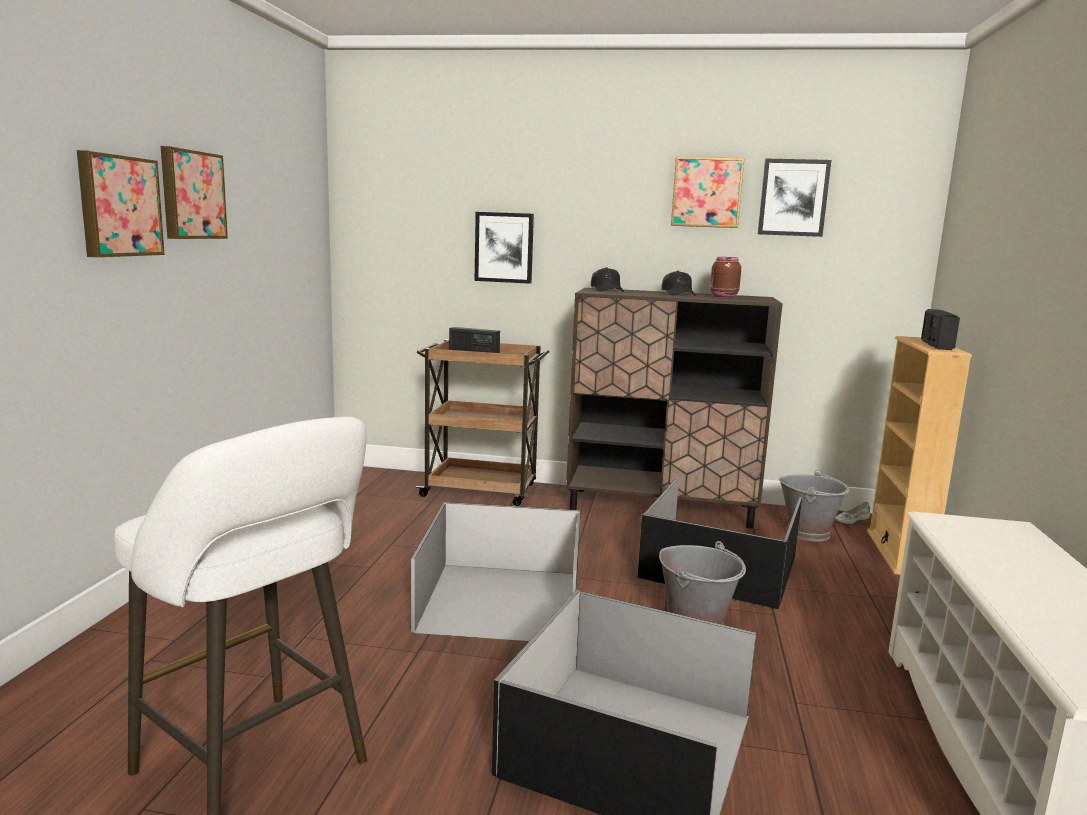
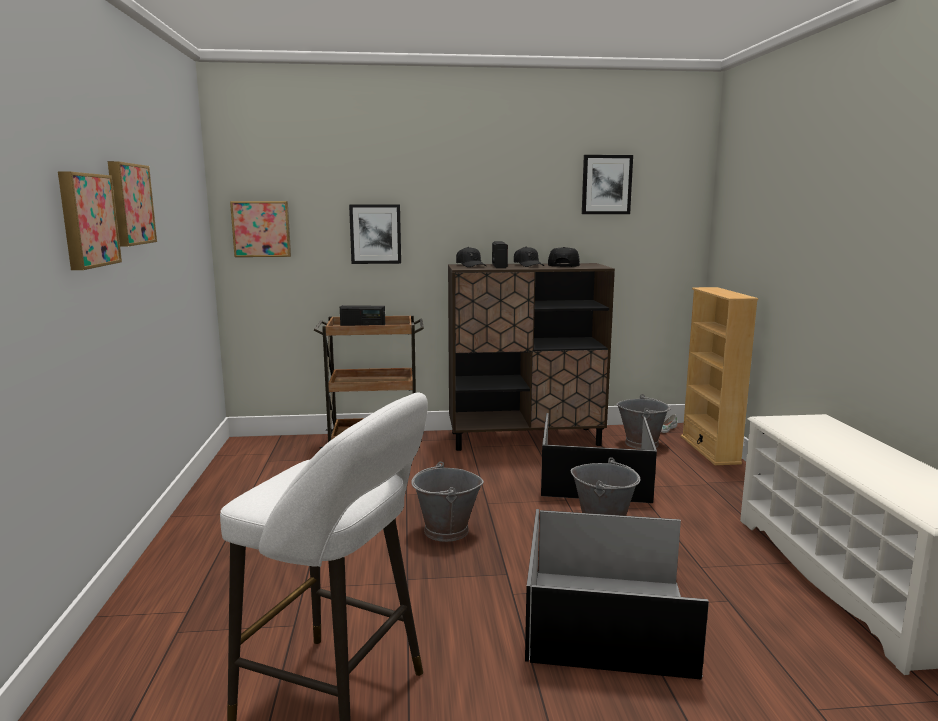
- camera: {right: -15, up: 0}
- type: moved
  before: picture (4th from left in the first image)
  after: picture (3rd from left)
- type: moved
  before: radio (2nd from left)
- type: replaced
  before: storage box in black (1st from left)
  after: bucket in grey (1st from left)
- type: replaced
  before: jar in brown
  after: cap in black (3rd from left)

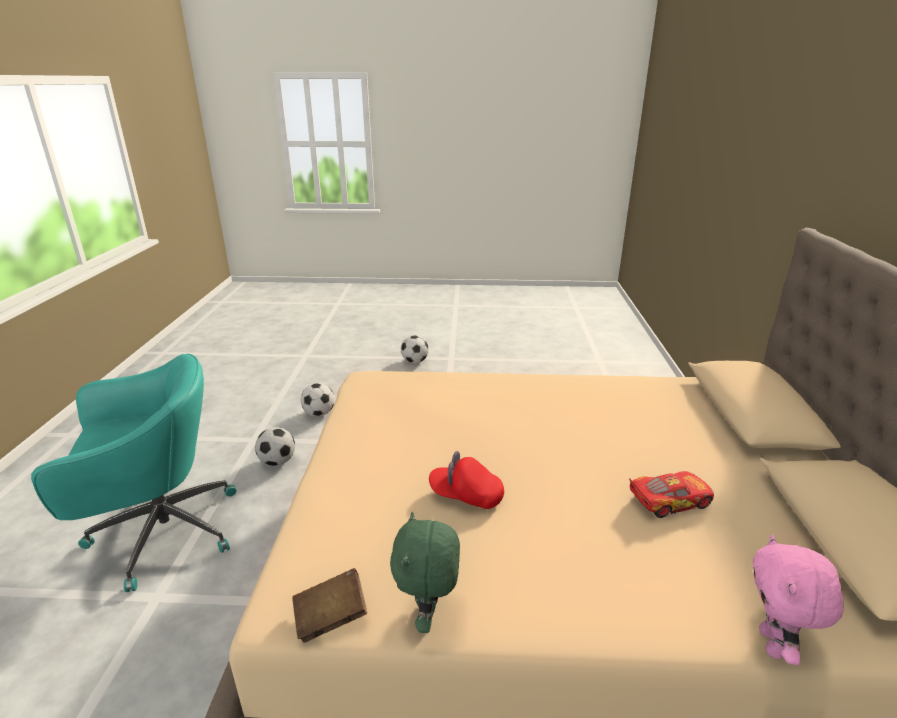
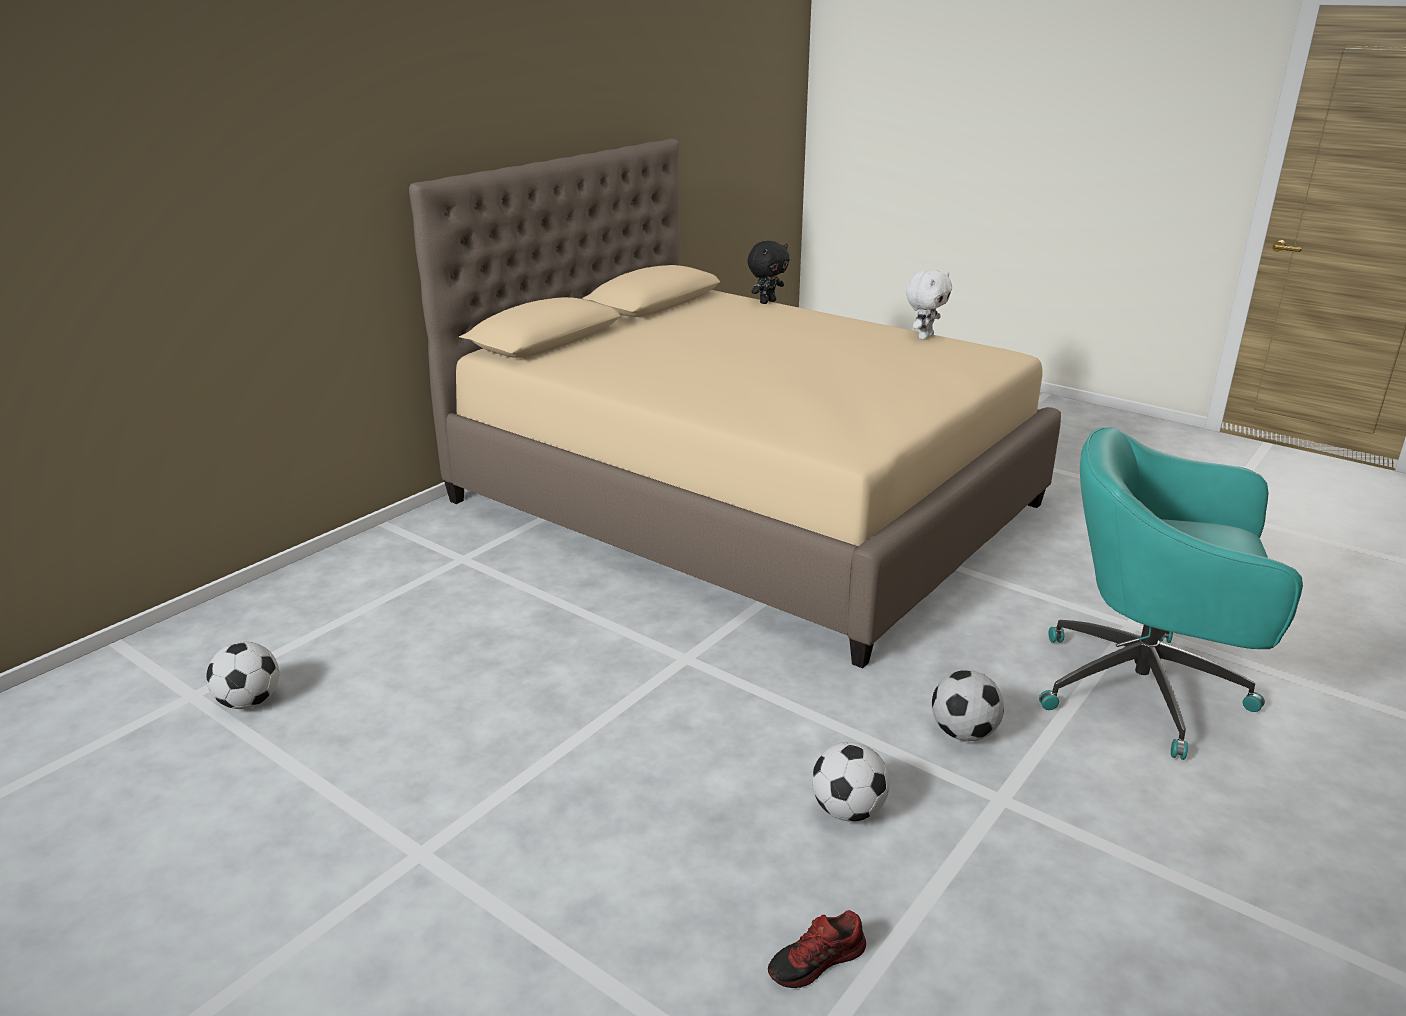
- camera: {right: -145, up: 0}
- type: removed
  before: book in brown
- type: removed
  before: cap in red
- type: removed
  before: toy car
- type: added
  after: shoe
- type: moved
  before: football (3rd from left in the first image)
  after: football (1st from left)
- type: recoloured
  before: plush toy in green
  after: plush toy in white
- type: recoloured
  before: plush toy in pink
  after: plush toy in black

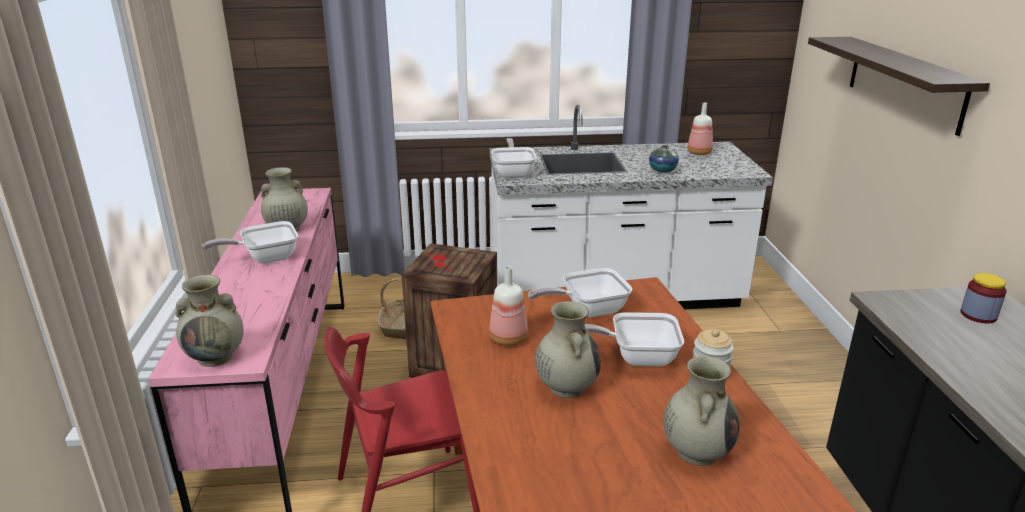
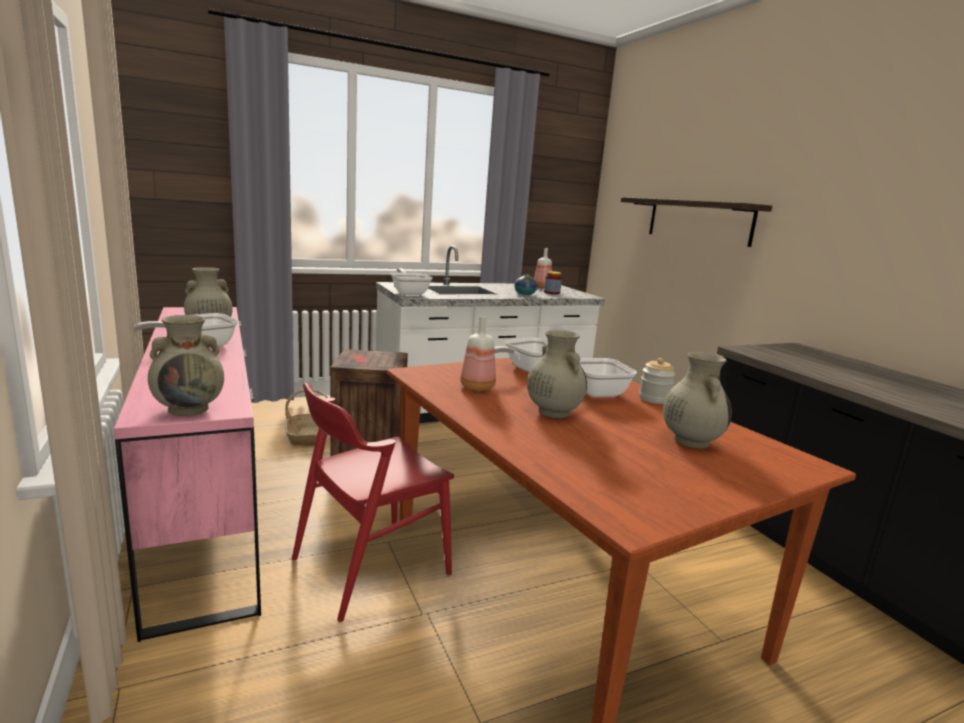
- camera: {right: -20, up: -10}
- type: moved
  before: jar (2nd from left in the first image)
  after: jar (1st from left)

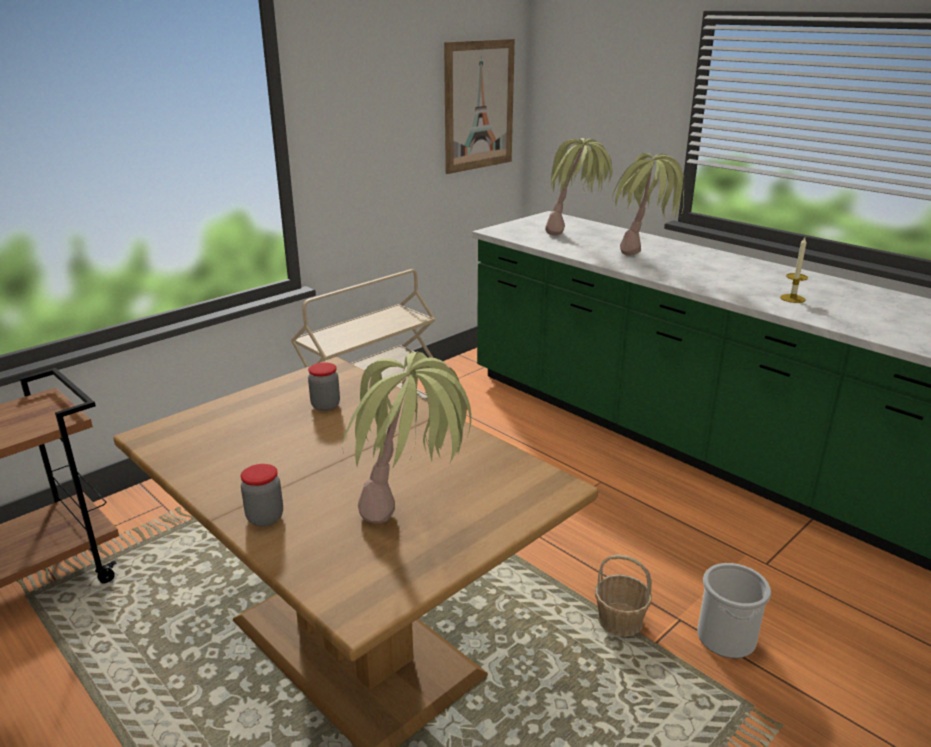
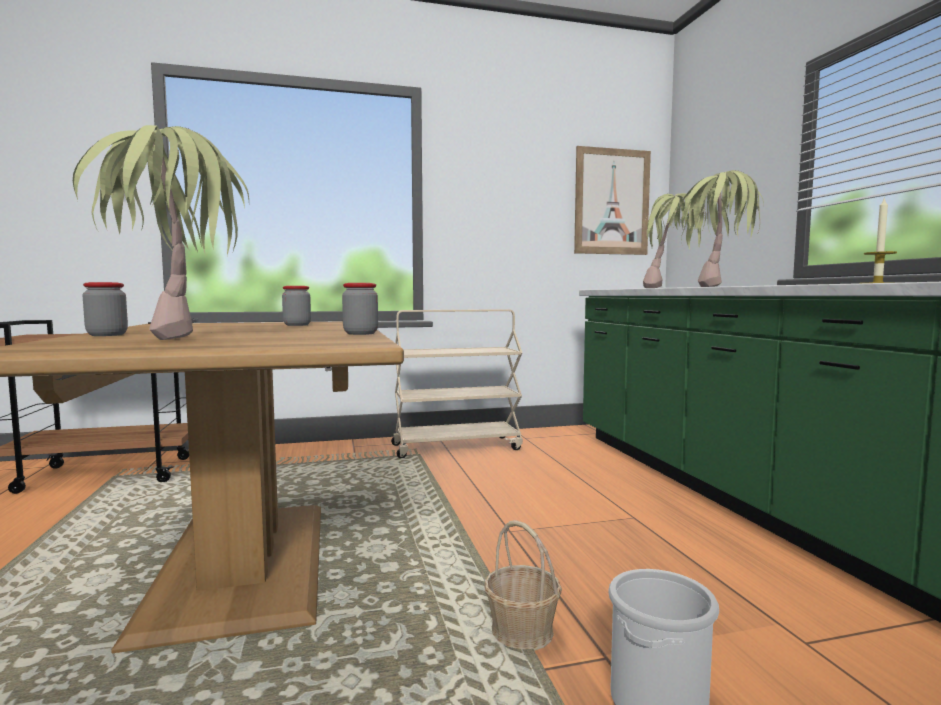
- camera: {right: 30, up: -20}
- type: added
  after: jar (3rd from left)

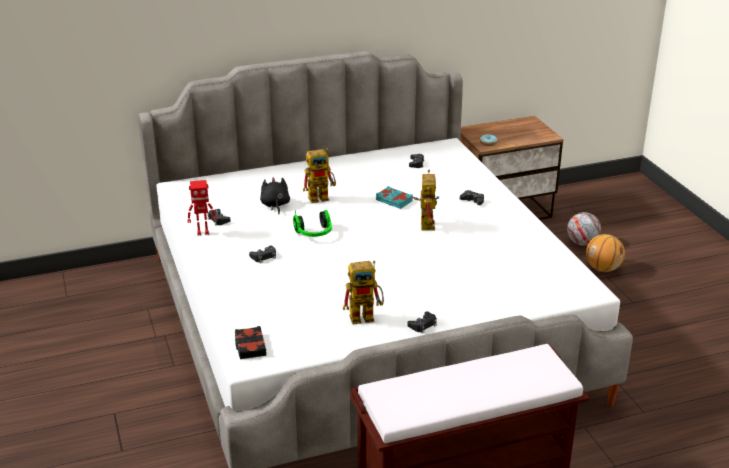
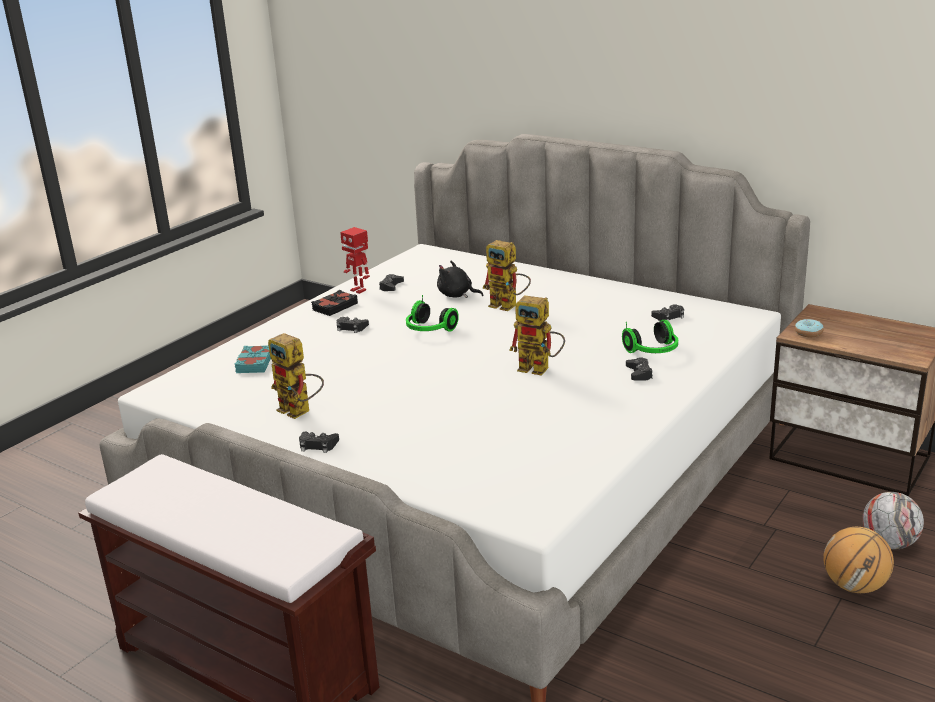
- camera: {right: 55, up: -5}
- type: added
  after: headphones (2nd from left)
- type: moved
  before: book in black
- type: moved
  before: book in turquoise
- type: turned
  before: plush toy in black
  turn: -105
- type: turned
  before: toy robot (4th from left)
  turn: 60

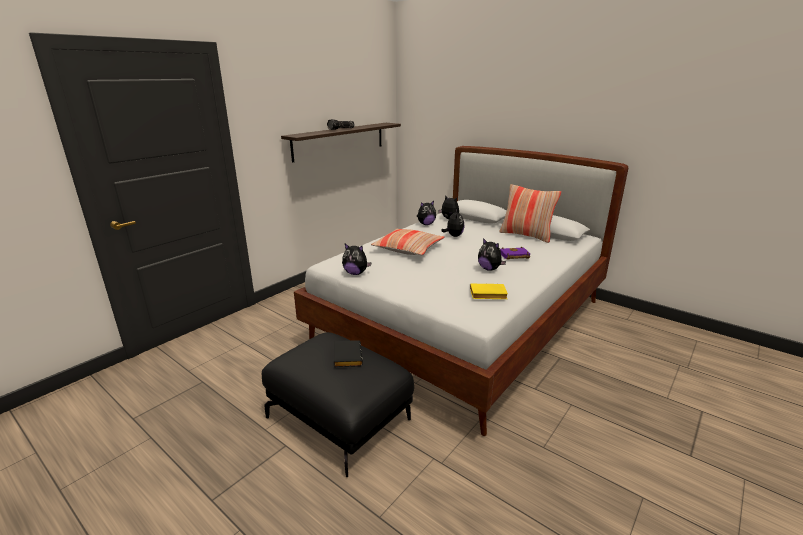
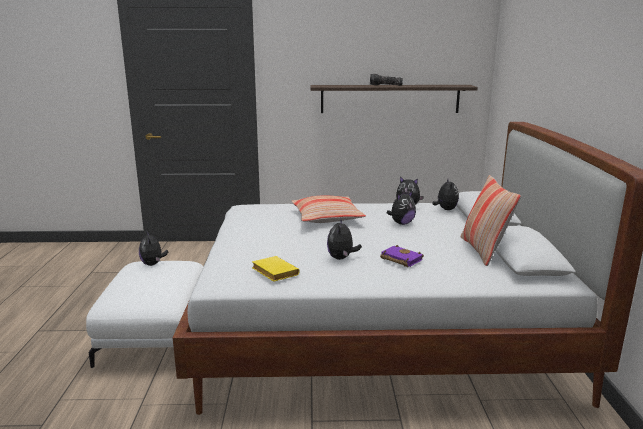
- camera: {right: 50, up: -5}
- type: removed
  before: book in black
- type: moved
  before: plush toy (1st from left)
- type: recoloured
  before: ottoman in black
  after: ottoman in white

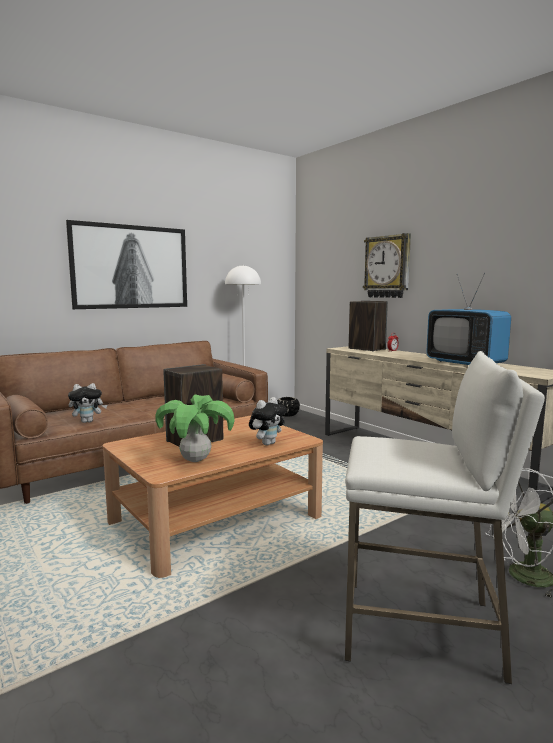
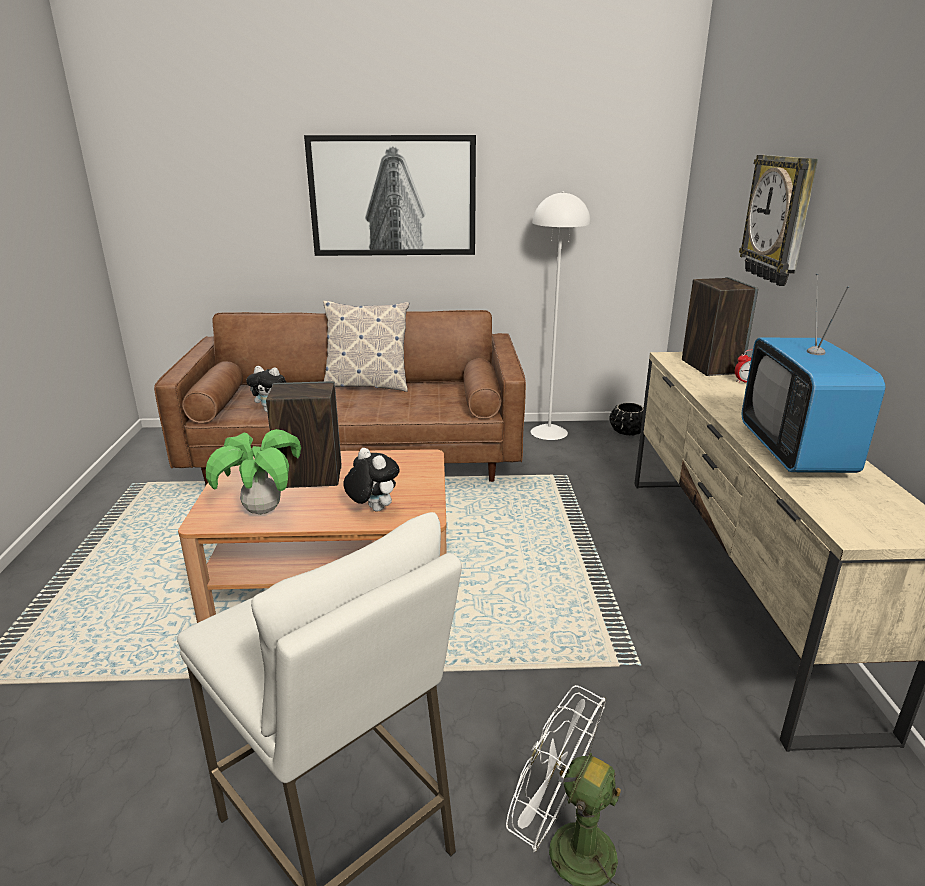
- camera: {right: 35, up: 15}
- type: added
  after: pillow
- type: turned
  before: plush toy (2nd from left)
  turn: -120

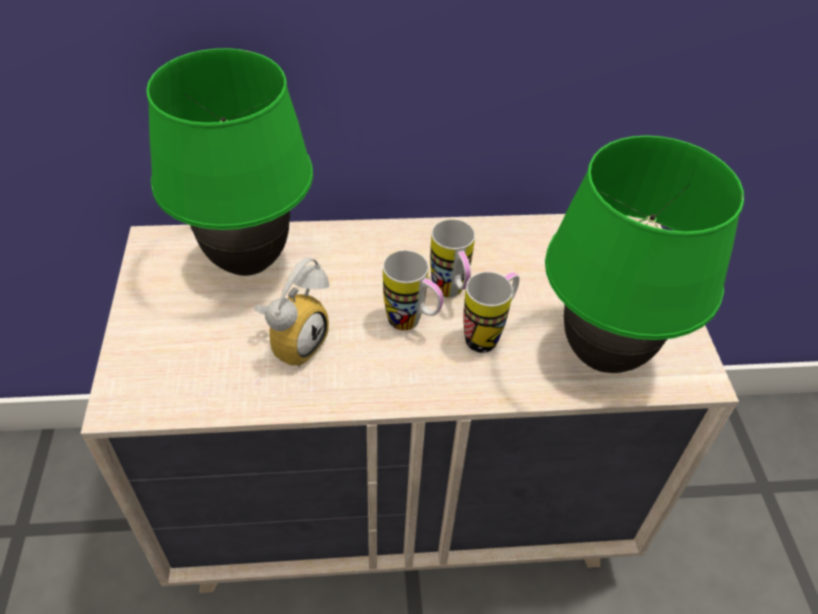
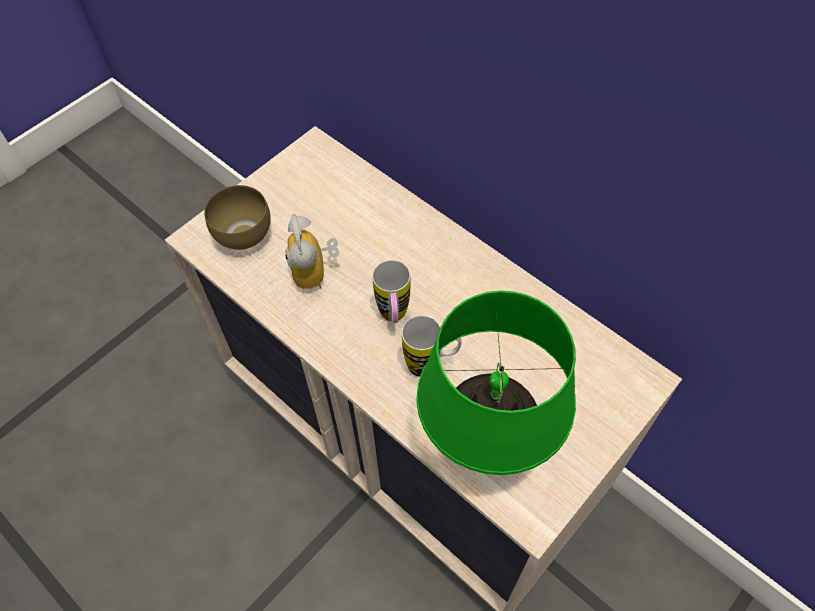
- camera: {right: 50, up: 10}
- type: removed
  before: table lamp in green (1st from left)
- type: removed
  before: mug (2nd from left)
- type: added
  after: bowl in brown
- type: turned
  before: alarm clock
  turn: 90

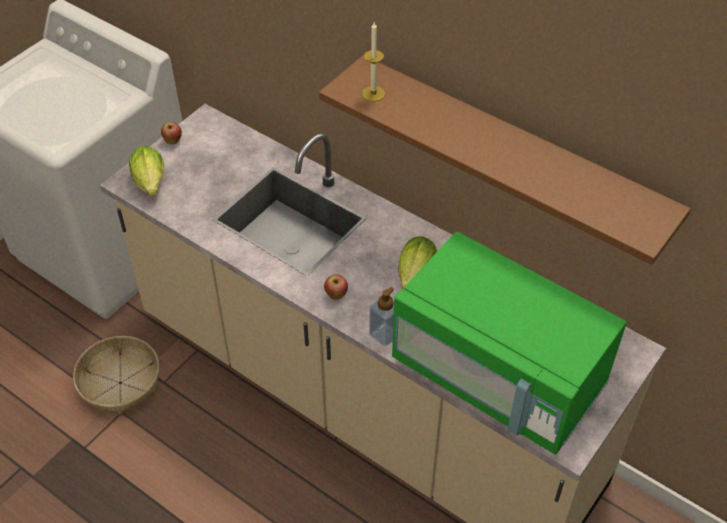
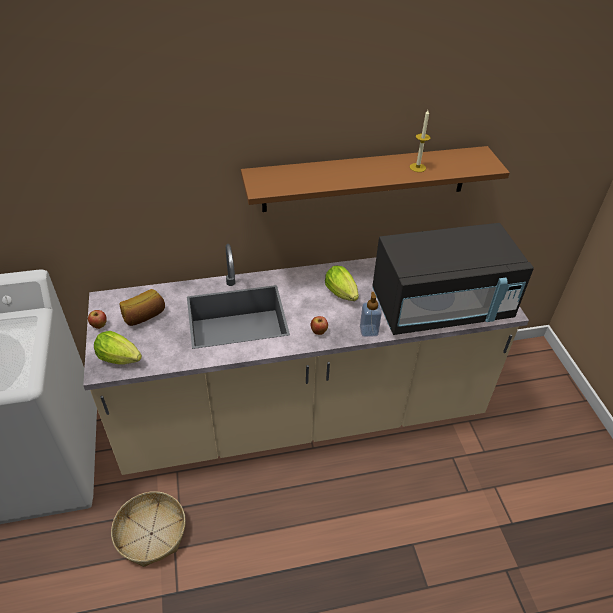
- camera: {right: -50, up: -5}
- type: added
  after: bread
- type: moved
  before: candle
- type: recoloured
  before: microwave in green
  after: microwave in black

